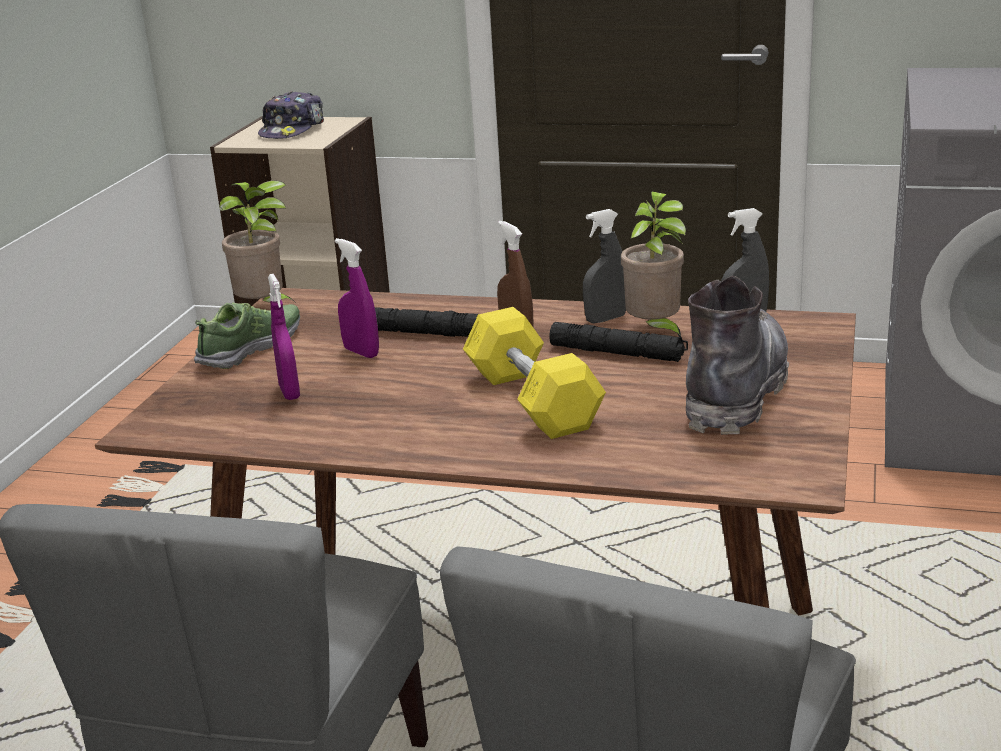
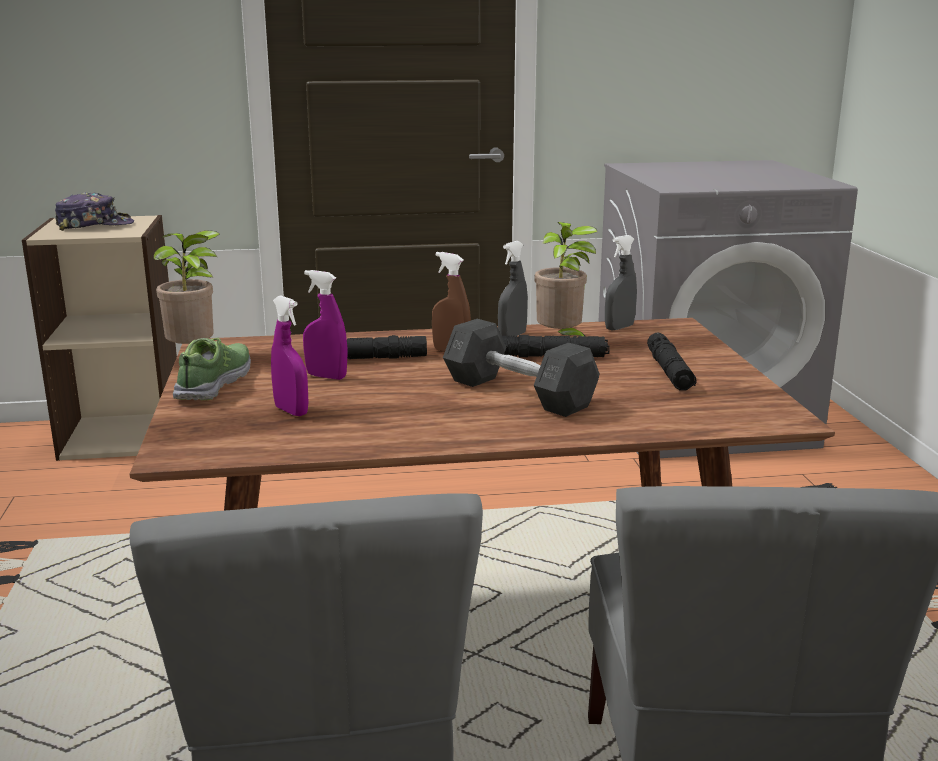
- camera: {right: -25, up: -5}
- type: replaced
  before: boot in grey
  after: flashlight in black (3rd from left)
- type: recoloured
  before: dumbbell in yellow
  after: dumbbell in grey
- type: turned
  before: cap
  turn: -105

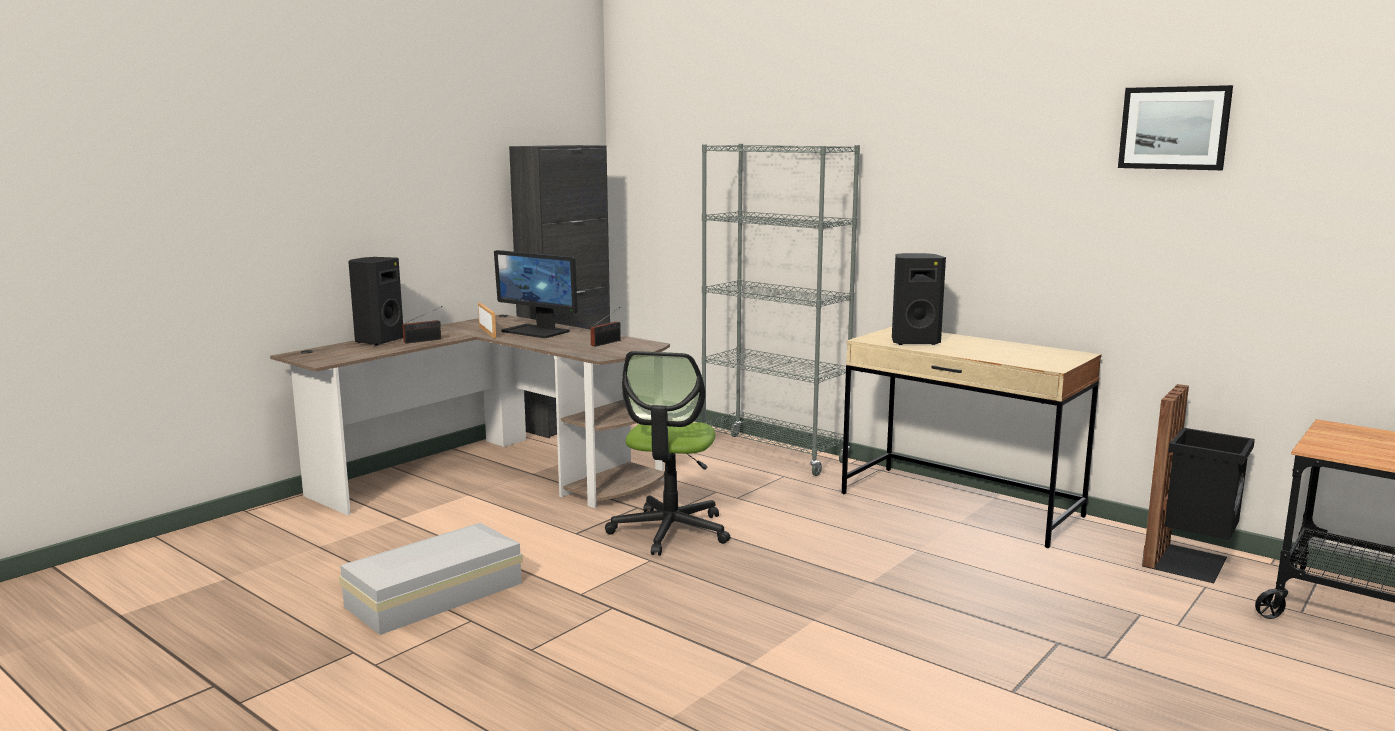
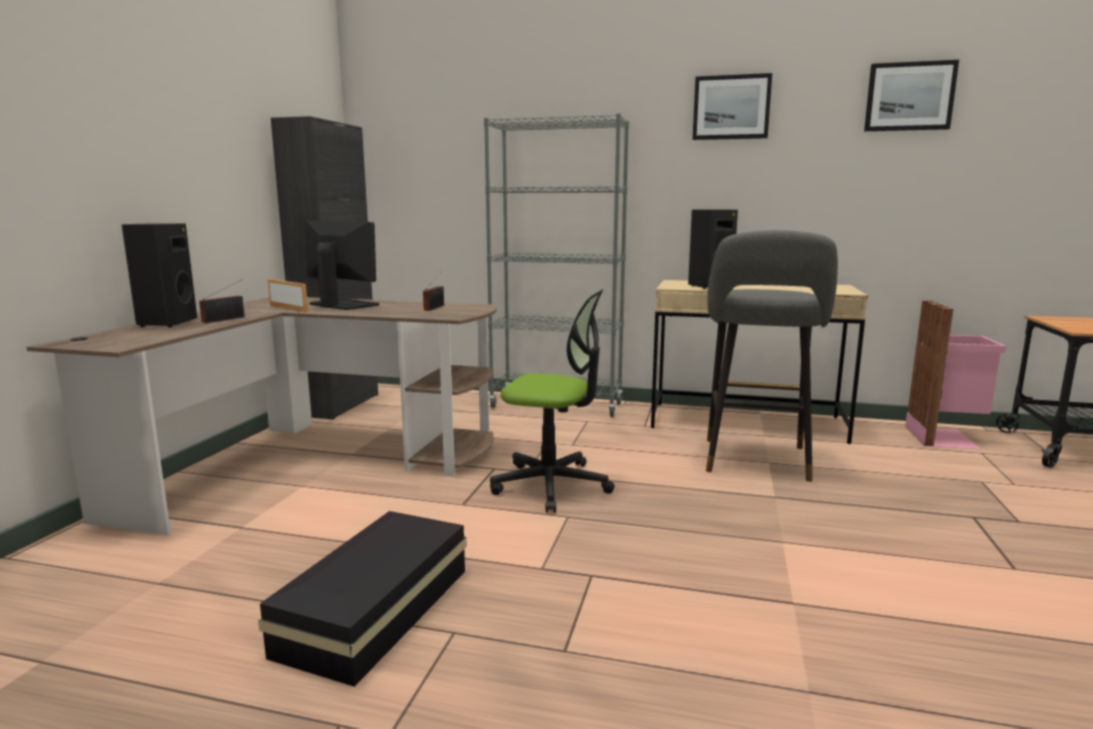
- camera: {right: -25, up: 0}
- type: added
  after: picture (1st from left)
- type: added
  after: stool in grey
- type: recoloured
  before: storage box in white
  after: storage box in black
- type: recoloured
  before: trash can in black
  after: trash can in pink
- type: turned
  before: monitor
  turn: -150
- type: turned
  before: office chair
  turn: -60

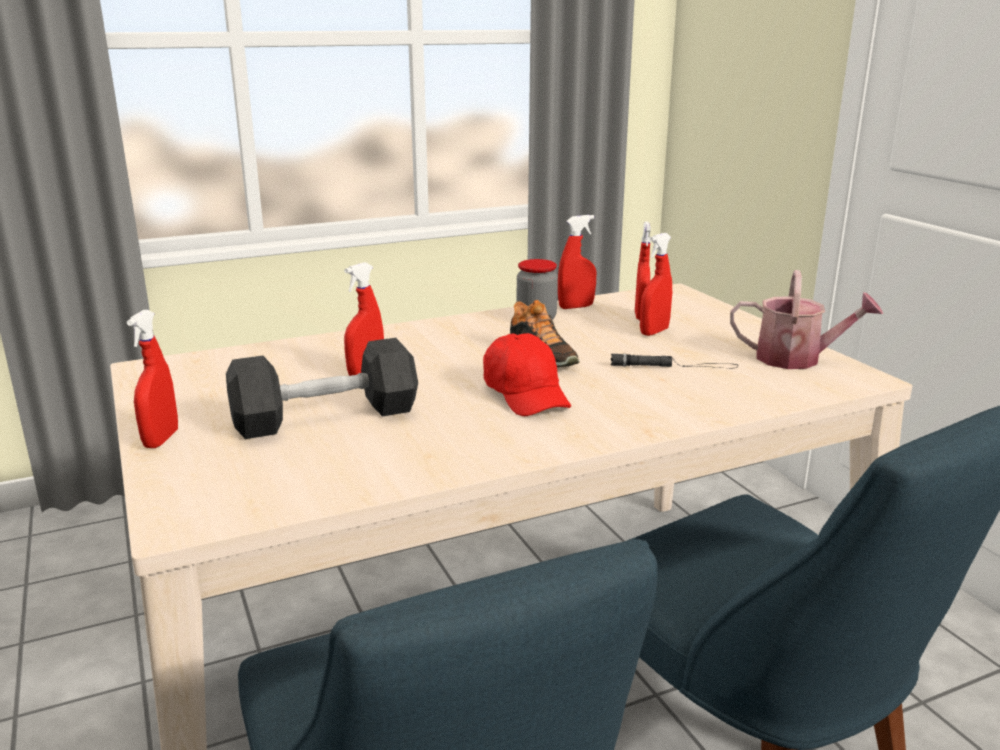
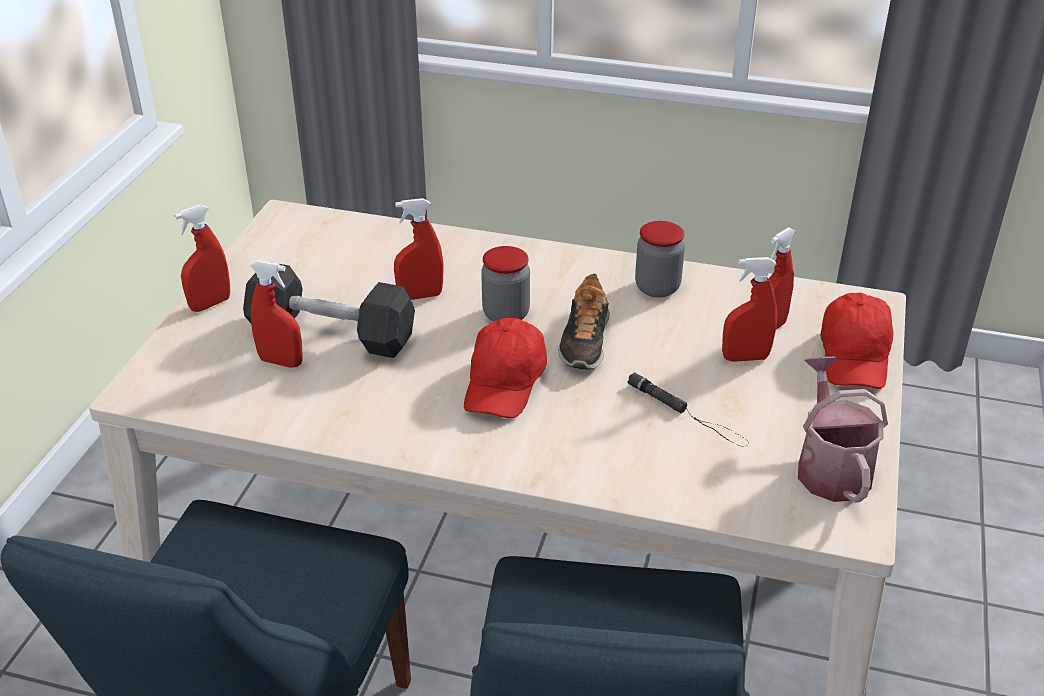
- camera: {right: 40, up: 15}
- type: added
  after: jar (1st from left)
- type: added
  after: cap in red (2nd from left)
- type: moved
  before: spray bottle in red (3rd from left in the first image)
  after: spray bottle in red (2nd from left)
- type: turned
  before: watering can
  turn: -150

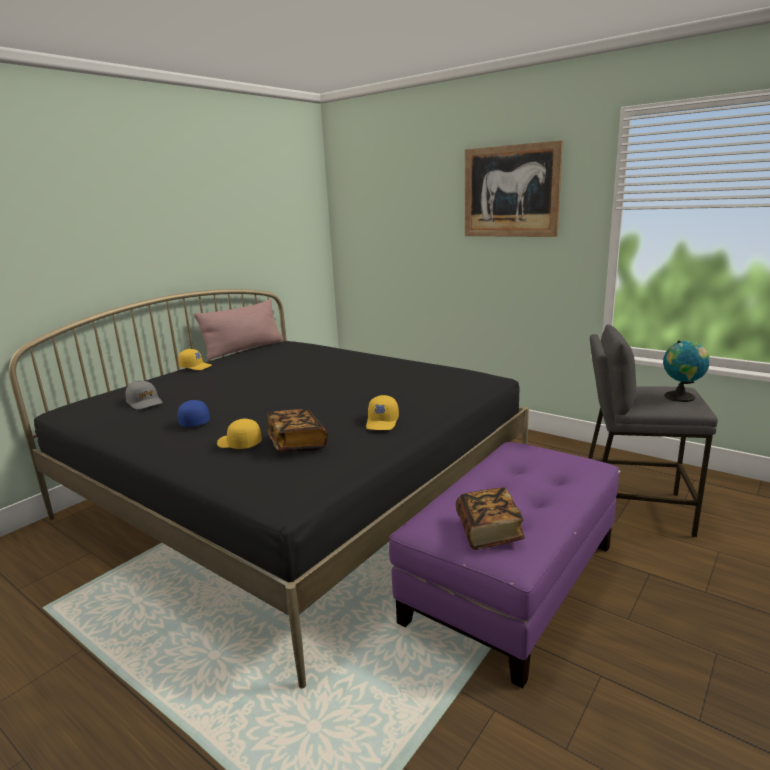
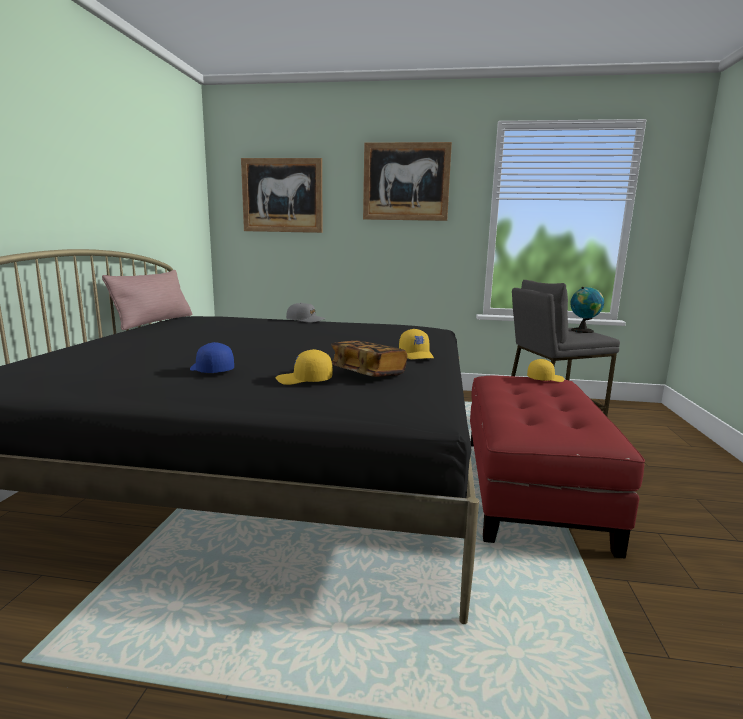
- camera: {right: -30, up: -5}
- type: removed
  before: book (2nd from left)
- type: added
  after: picture (1st from left)
- type: moved
  before: cap in grey
- type: moved
  before: cap in yellow (1st from left in the first image)
  after: cap in yellow (3rd from left)
- type: recoloured
  before: ottoman in purple
  after: ottoman in red

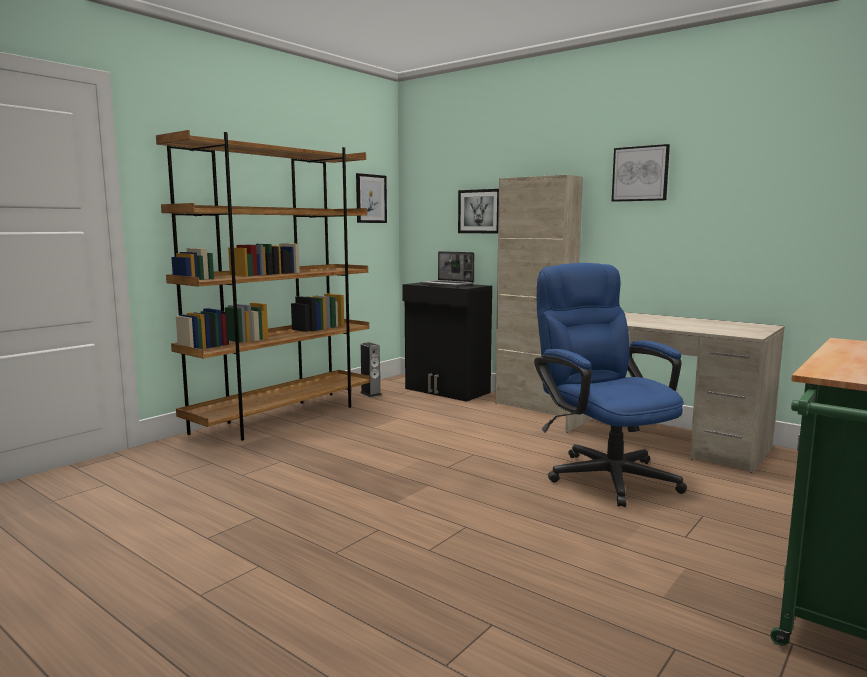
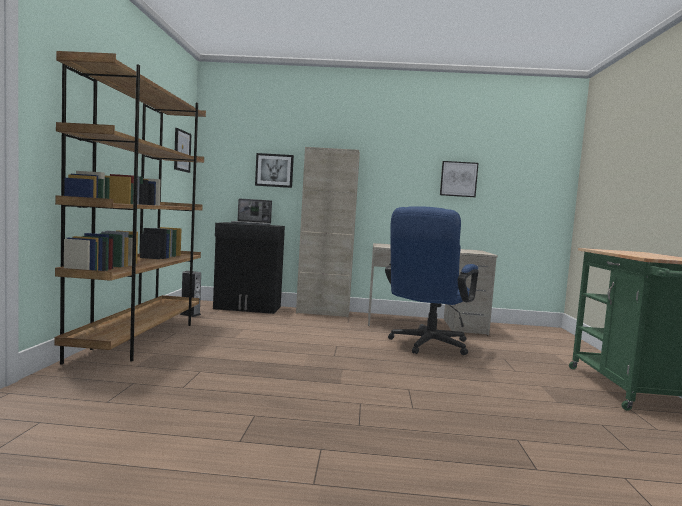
- camera: {right: -35, up: -5}
- type: moved
  before: picture (3rd from left)
- type: turned
  before: office chair in blue
  turn: -90

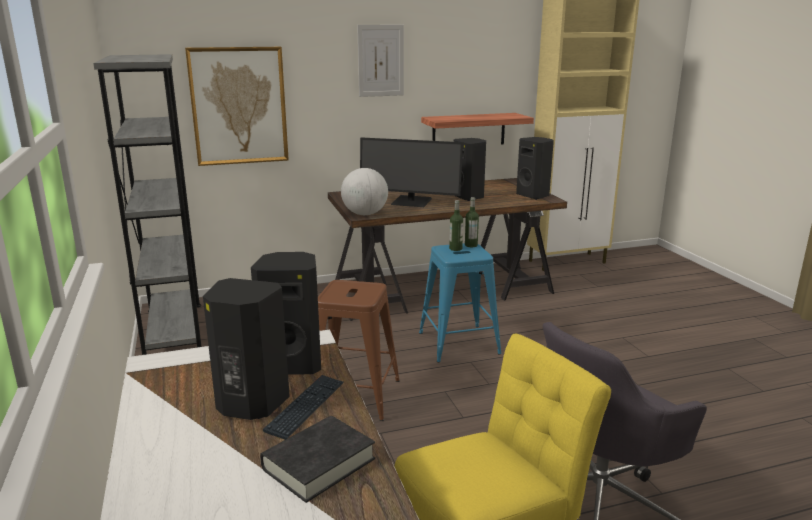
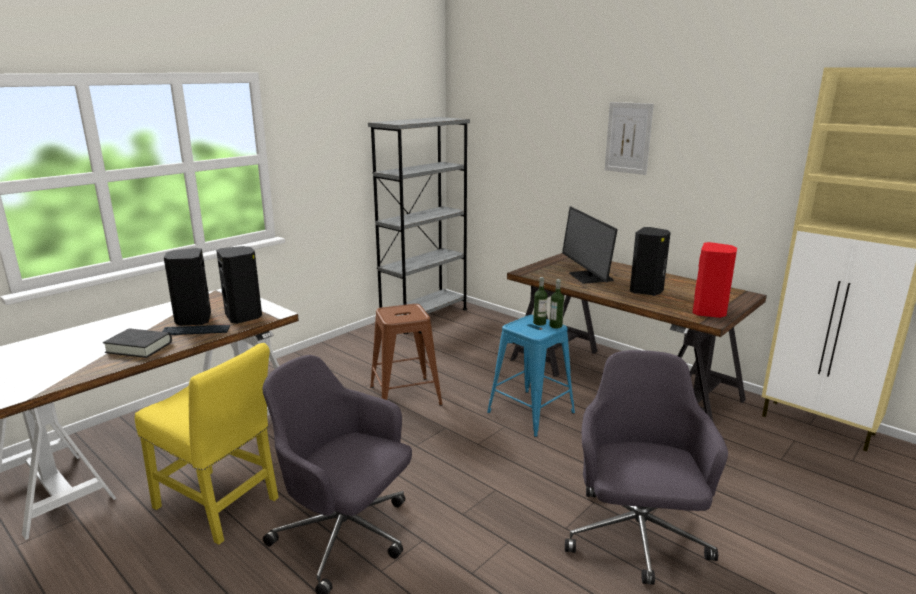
- camera: {right: 60, up: 0}
- type: removed
  before: picture (1st from left)
- type: removed
  before: globe
- type: removed
  before: shelf
- type: added
  after: office chair in grey (2nd from left)
- type: recoloured
  before: speaker in black (4th from left)
  after: speaker in red

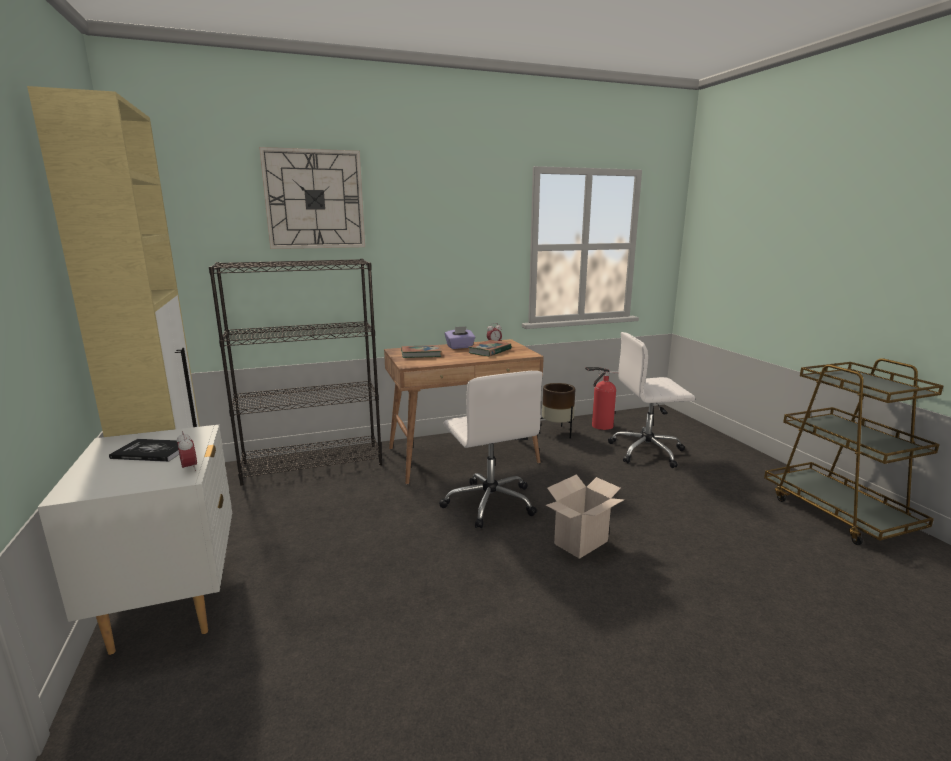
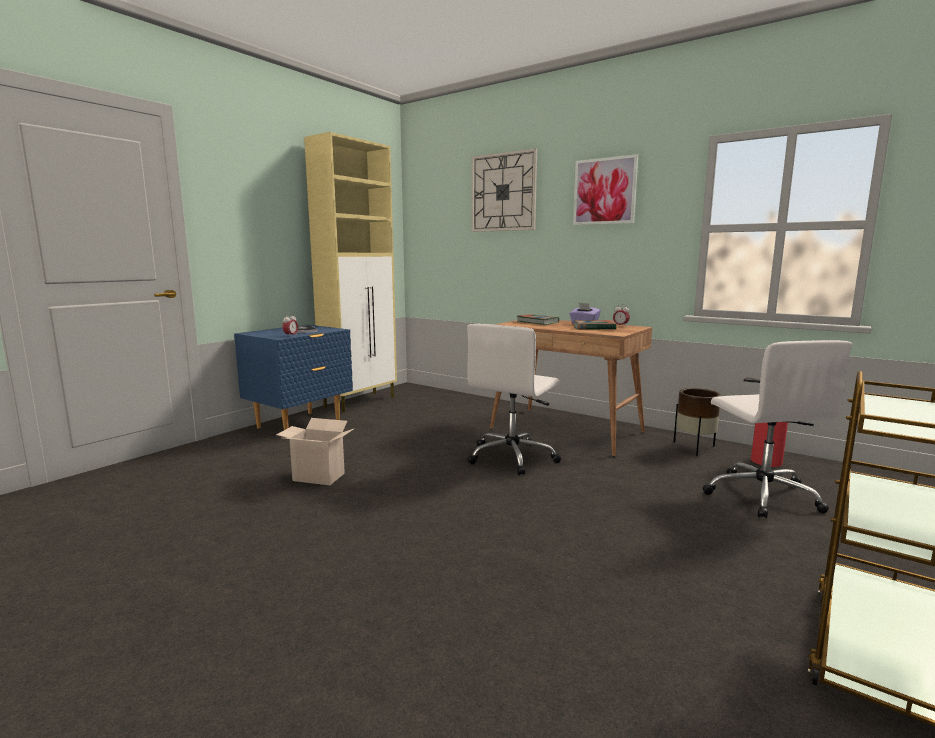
- camera: {right: 55, up: -5}
- type: removed
  before: bookcase in black
- type: added
  after: picture
- type: moved
  before: cardboard box
- type: recoloured
  before: nightstand in white
  after: nightstand in blue
- type: turned
  before: office chair in white (2nd from left)
  turn: -150

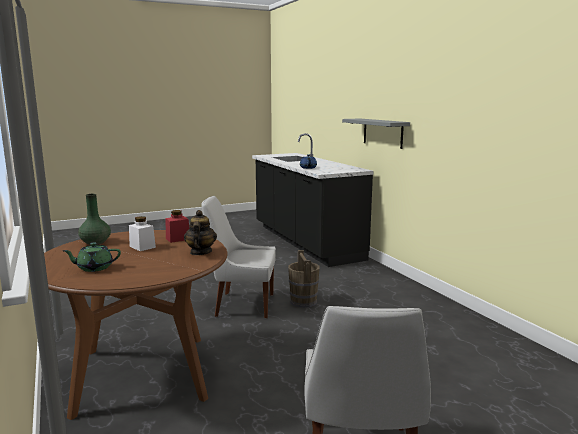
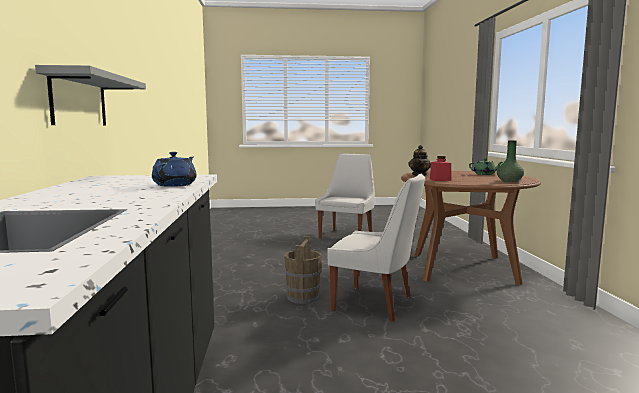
- camera: {right: -160, up: -5}
- type: removed
  before: jar in white

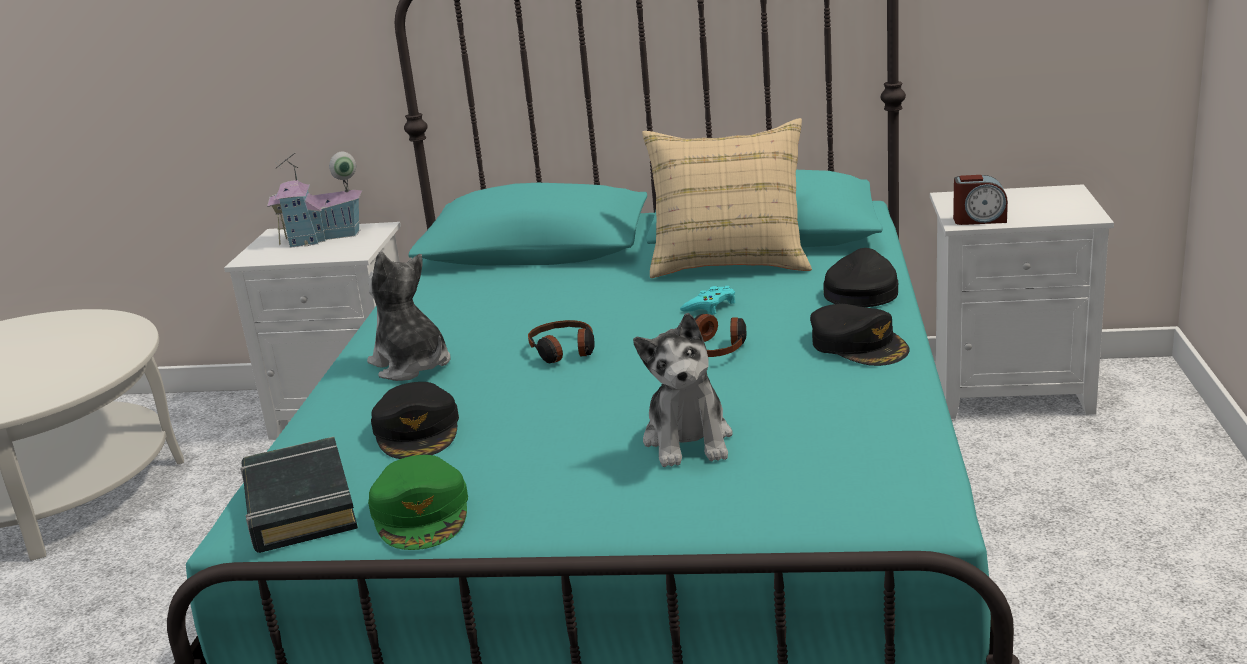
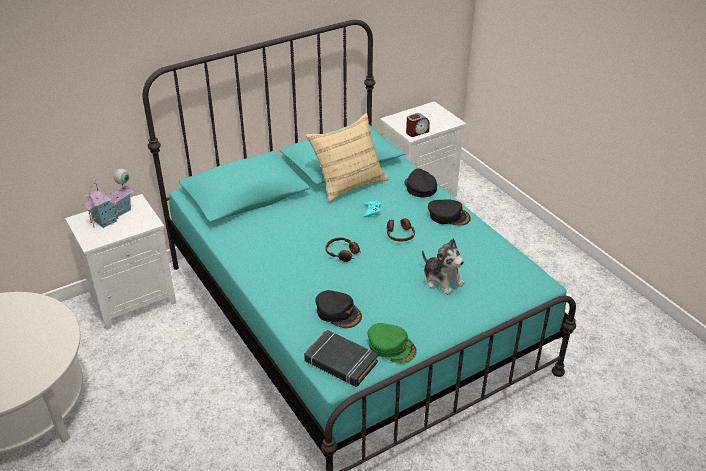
- camera: {right: -40, up: 15}
- type: removed
  before: plush toy (1st from left)

